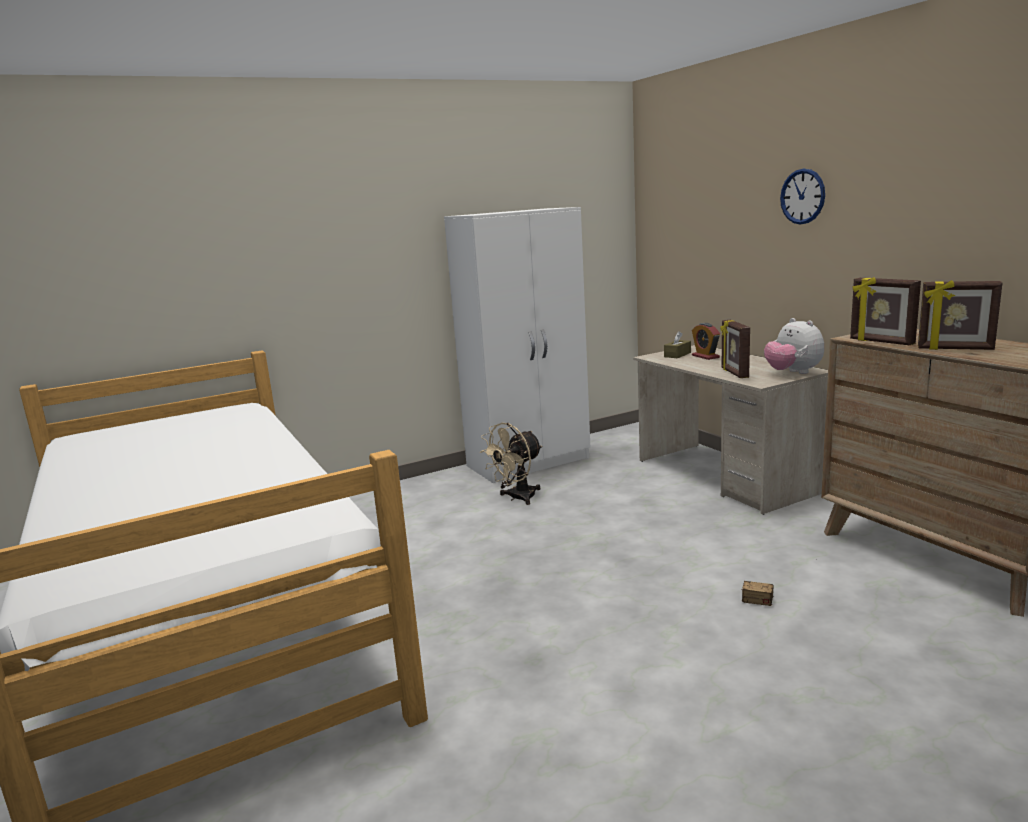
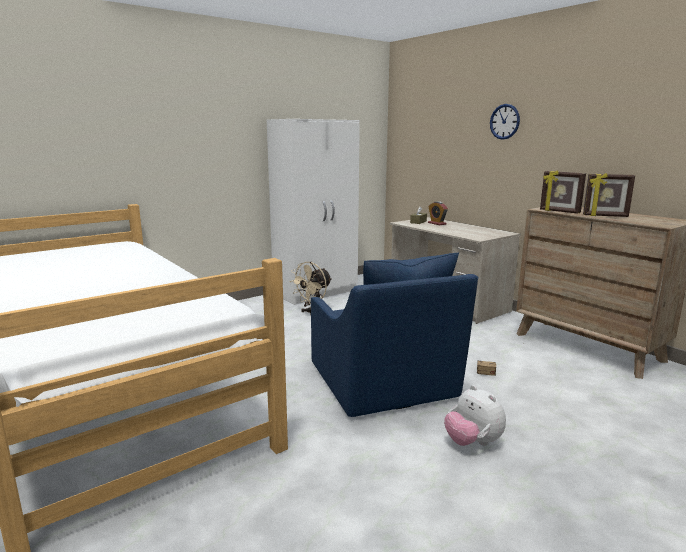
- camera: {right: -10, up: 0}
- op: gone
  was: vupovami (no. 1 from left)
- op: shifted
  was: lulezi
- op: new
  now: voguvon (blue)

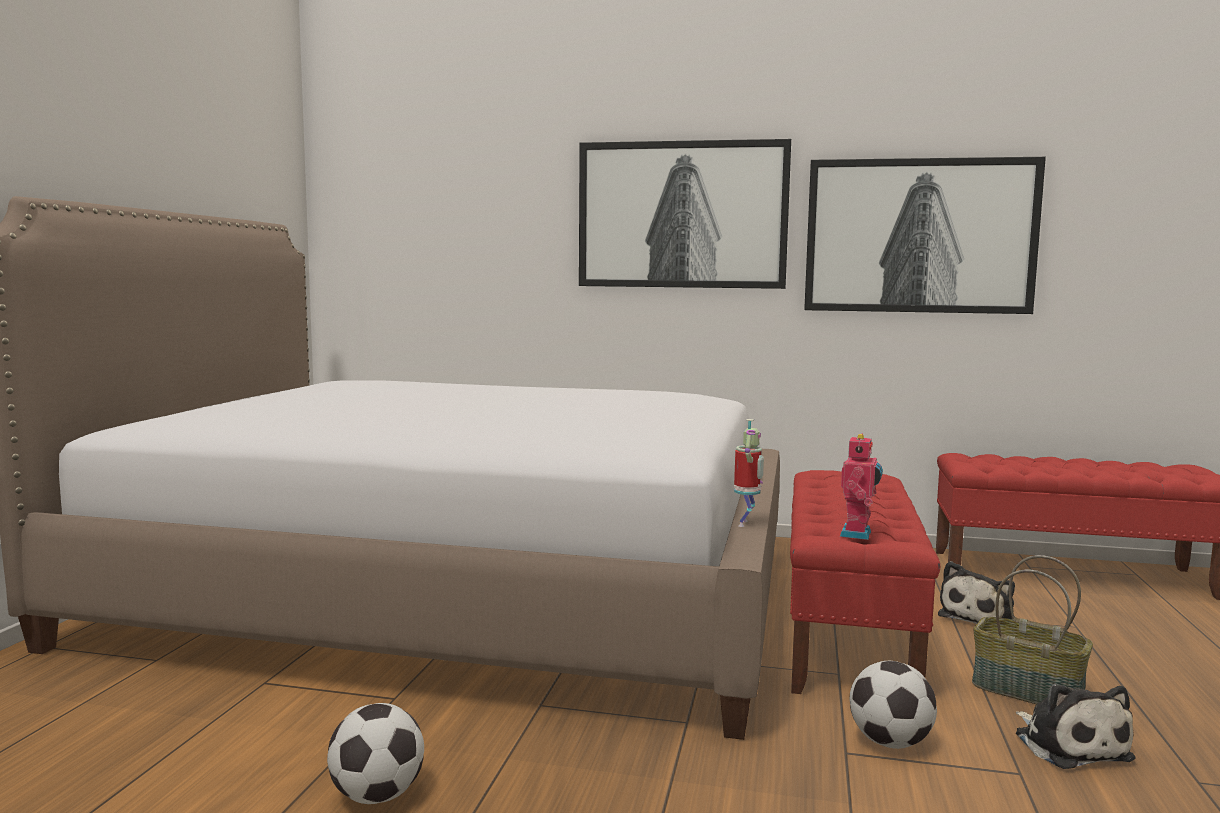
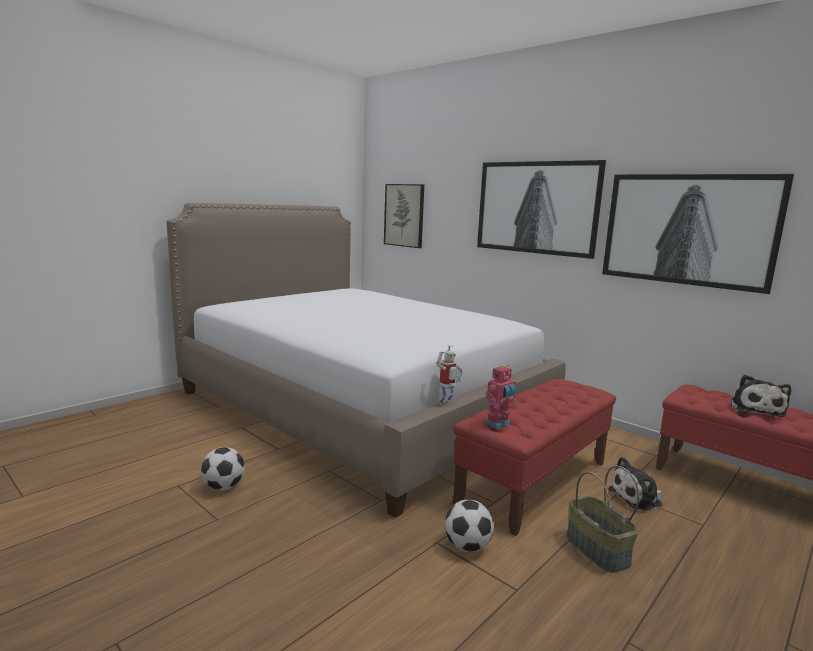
- camera: {right: 30, up: 5}
- op: shifted
  was: lulezi (no. 2 from left)
- op: new
  now: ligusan (no. 1 from left)

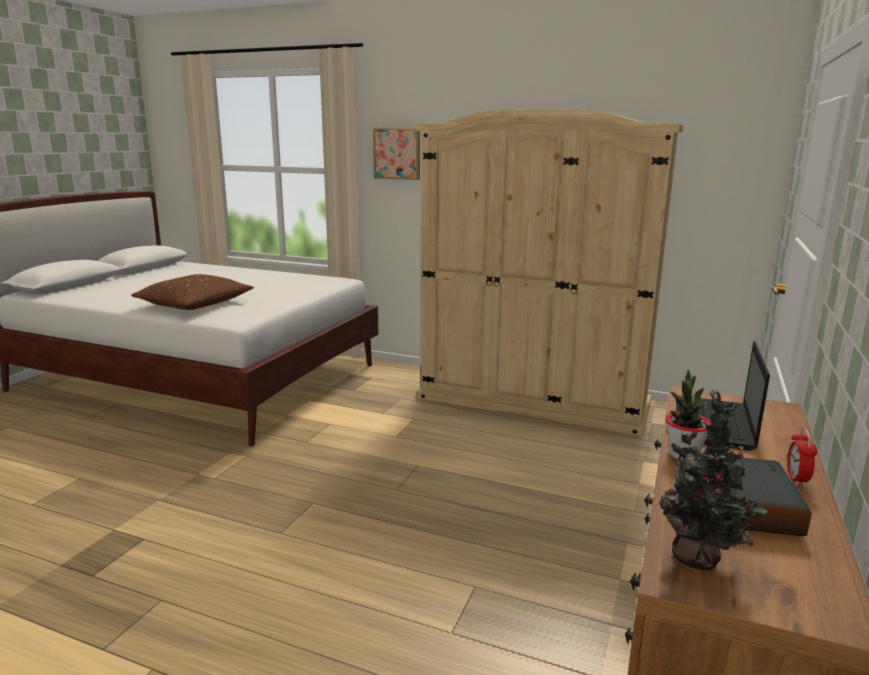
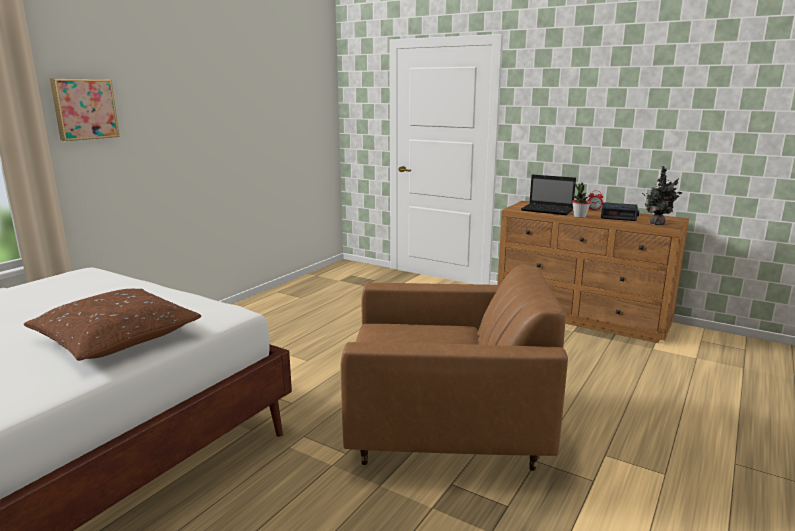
- camera: {right: -80, up: 0}
- op: gone
  was: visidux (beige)
- op: new
  now: voguvon (brown)

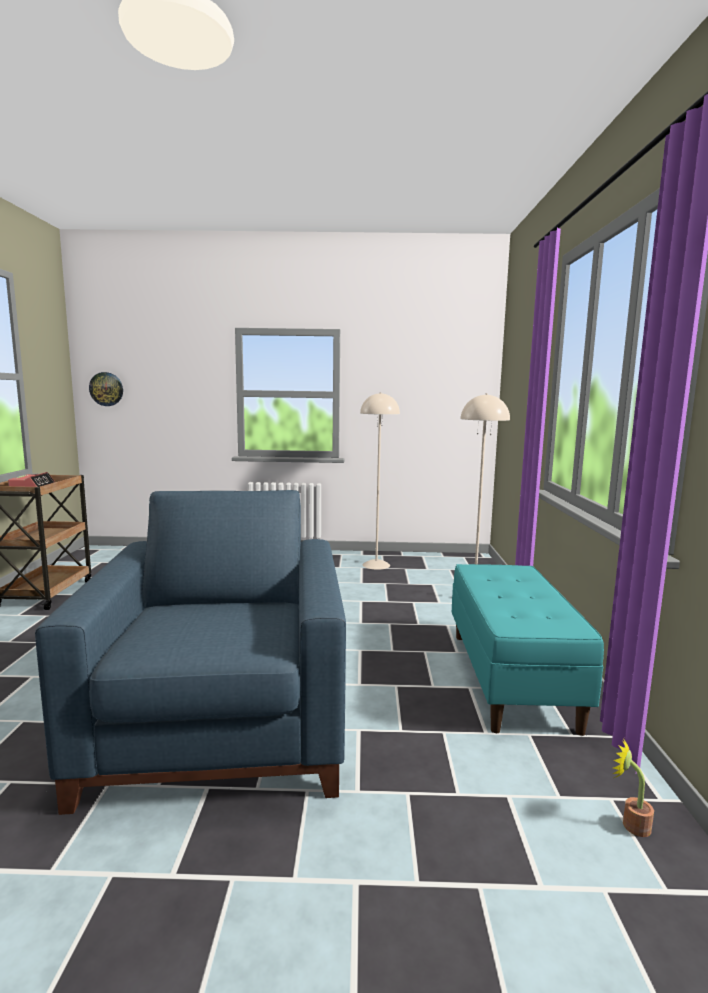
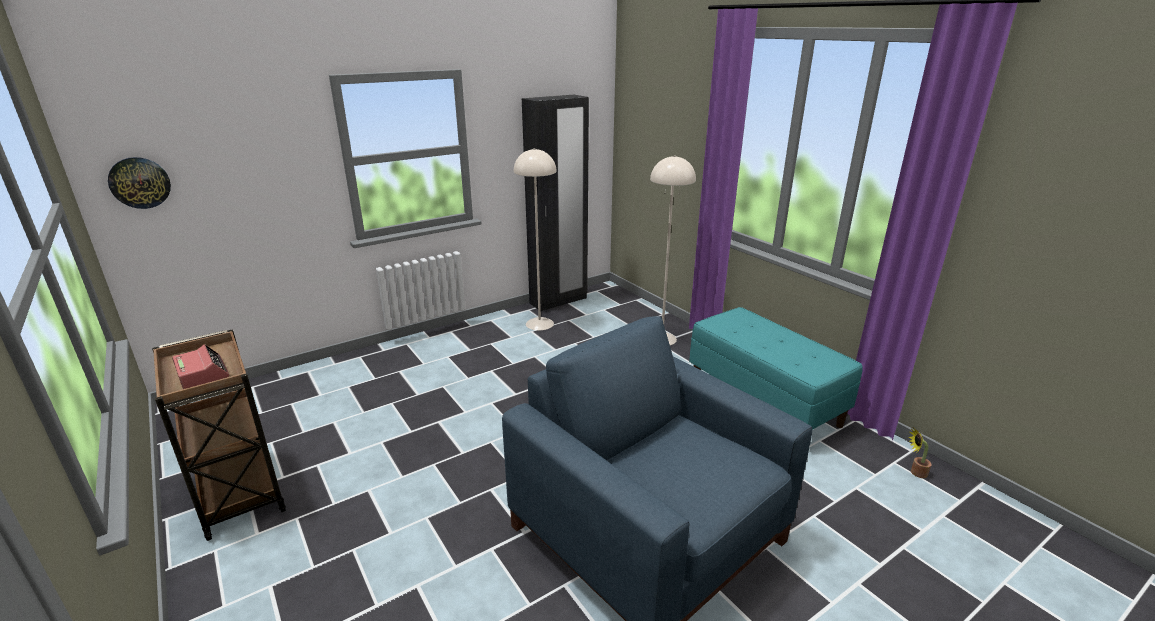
- camera: {right: -35, up: 15}
- op: new
  now: visidux (black)

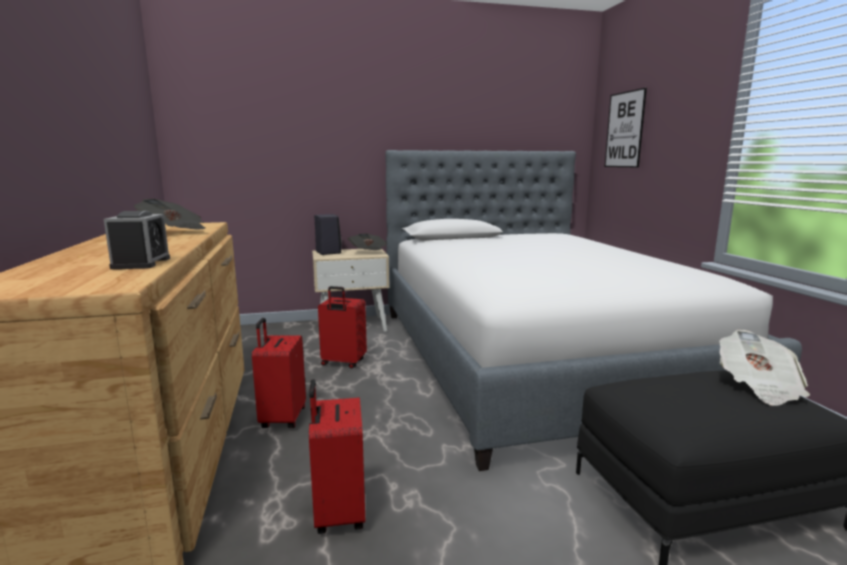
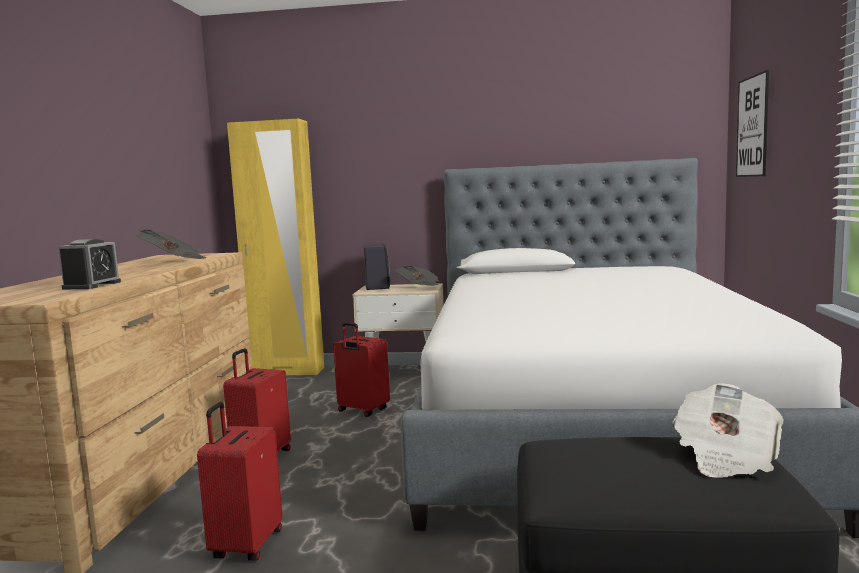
- camera: {right: 20, up: -5}
- op: new
  now: visidux (yellow)

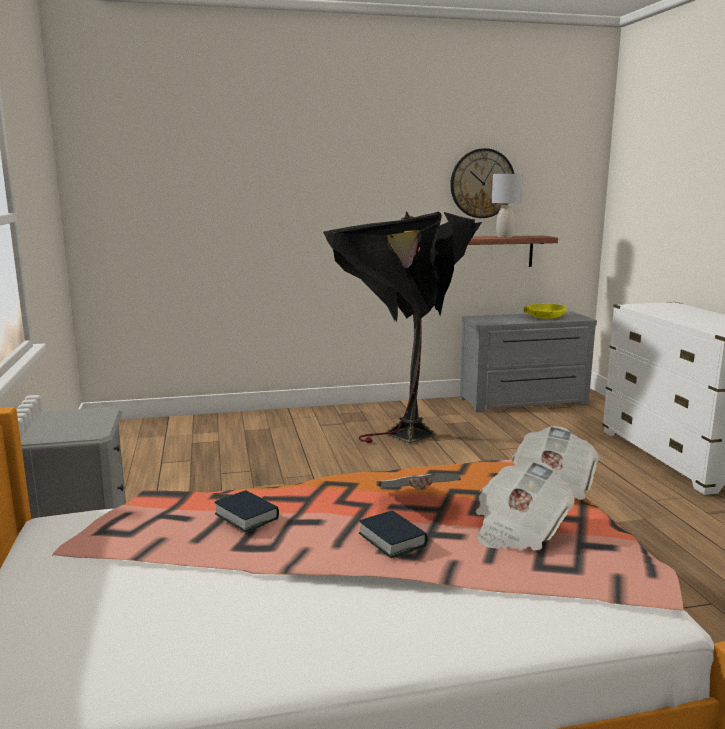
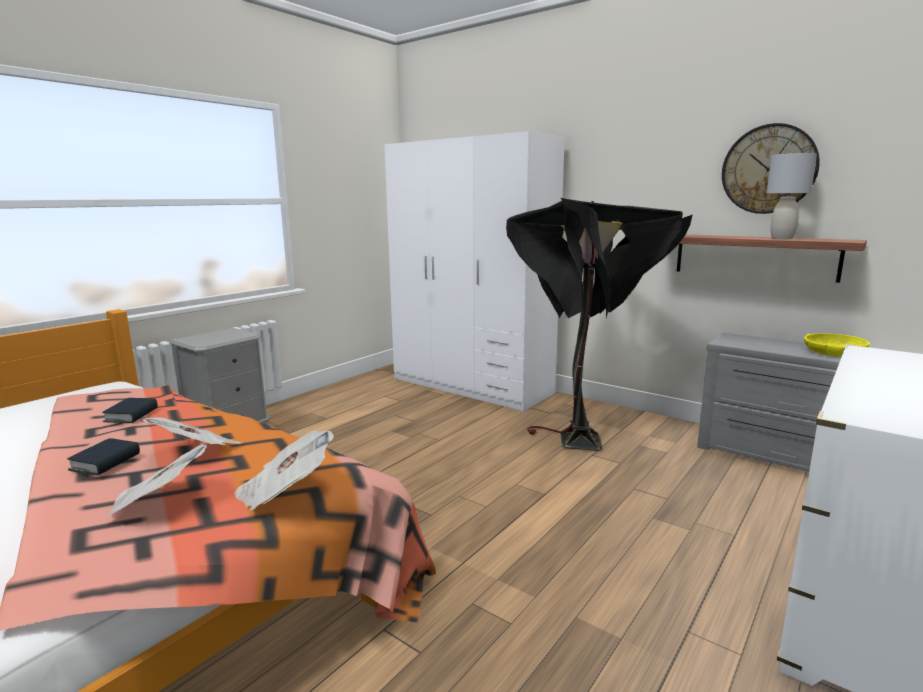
- camera: {right: 50, up: 0}
- op: new
  now: visidux (white)

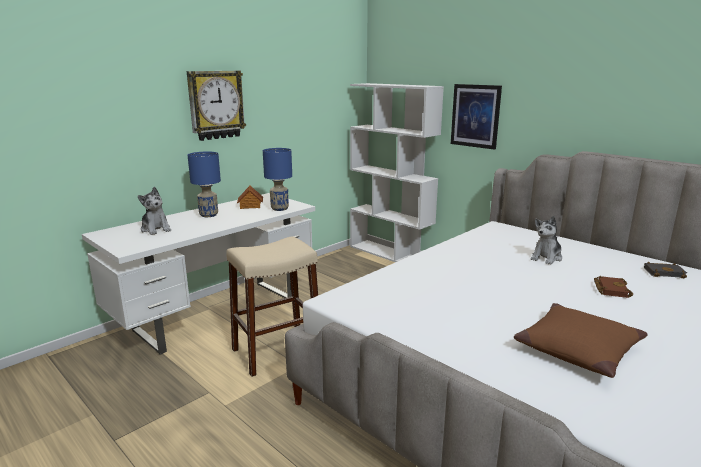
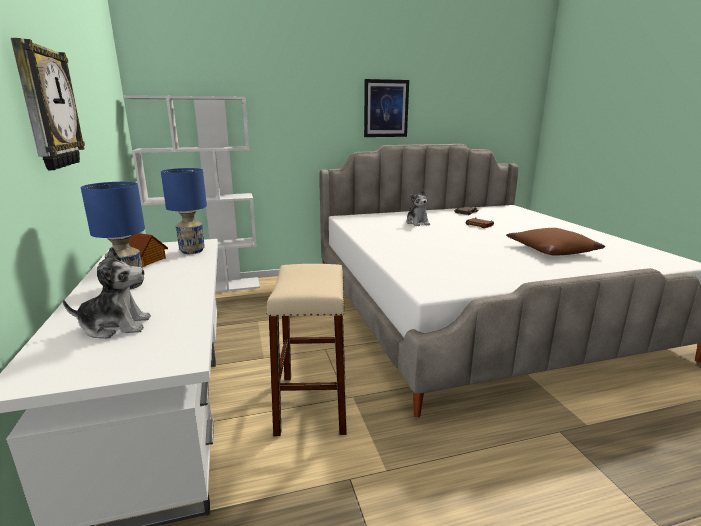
- camera: {right: -60, up: 0}
- op: shifted
  was: ligusan

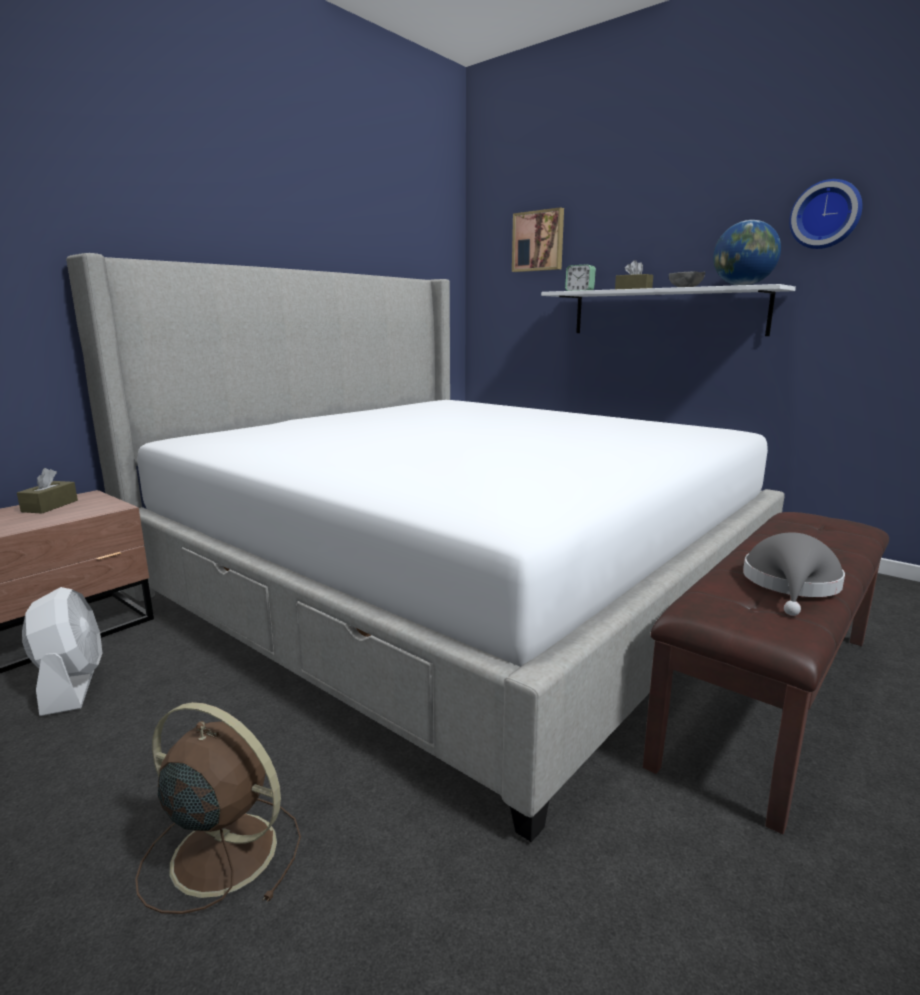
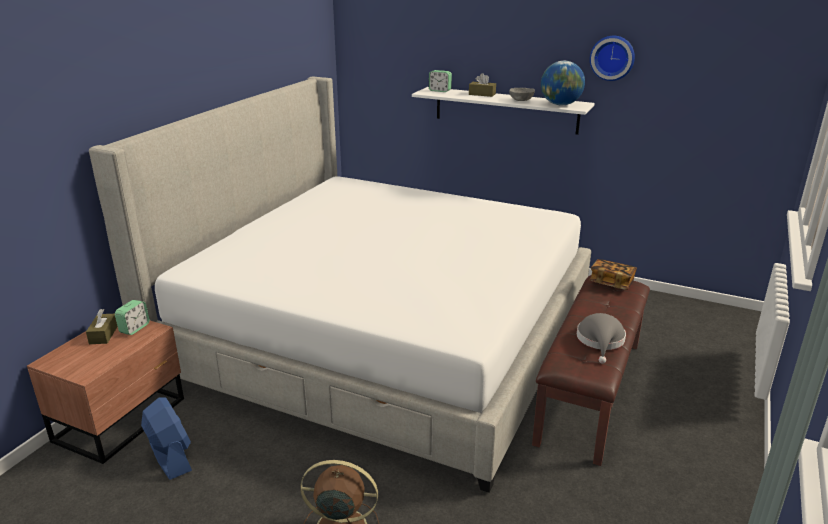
- camera: {right: -15, up: 10}
- op: repainted
  was: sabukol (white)
  now: sabukol (blue)
- op: gone
  was: ligusan
- op: new
  now: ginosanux (no. 1 from left)
- op: new
  now: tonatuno

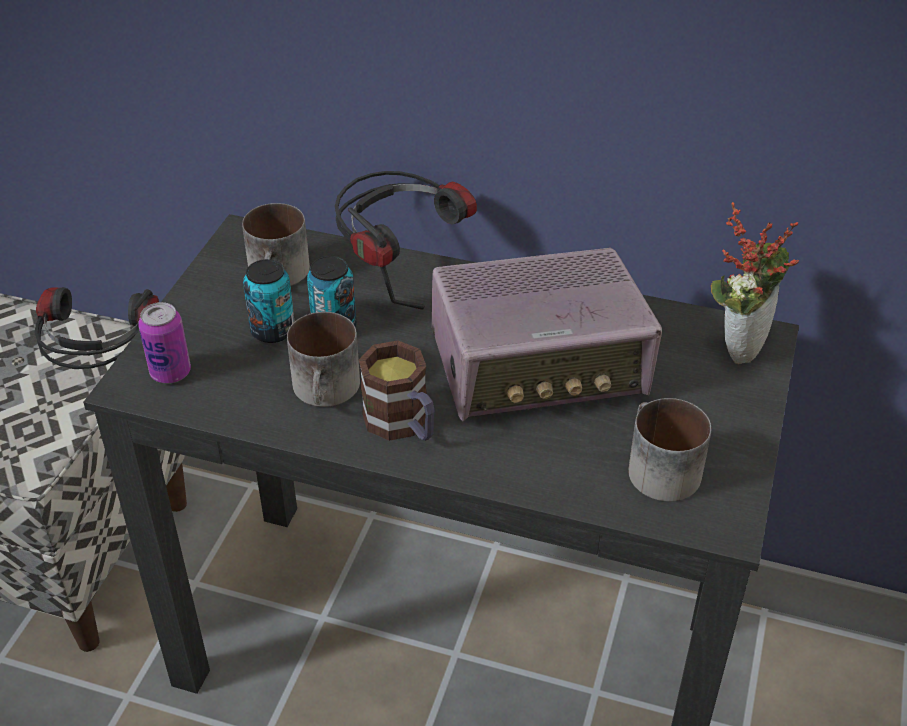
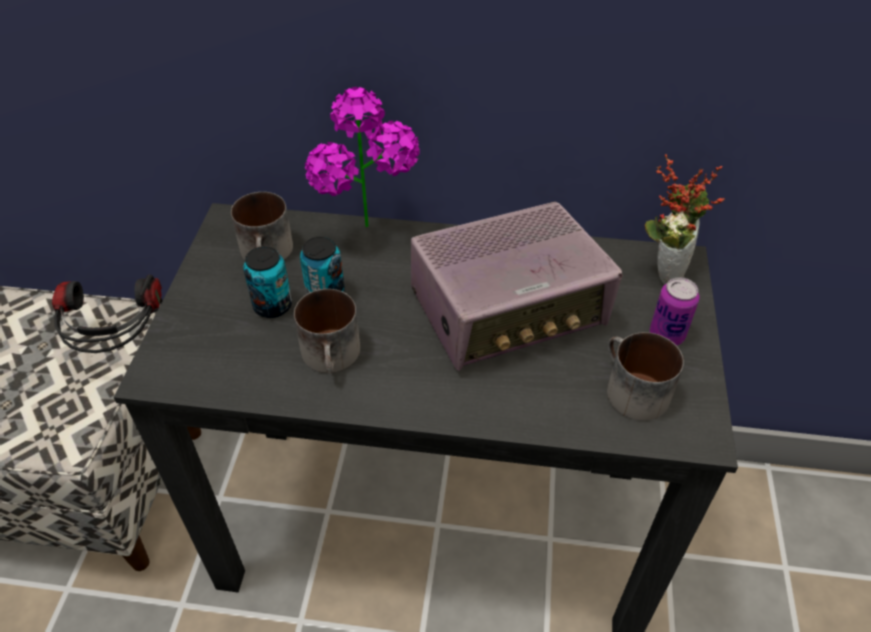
- camera: {right: -10, up: 5}
- op: shifted
  was: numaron (no. 1 from left in the first image)
  now: numaron (no. 3 from left)
- op: swapped
  was: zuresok (no. 2 from left)
  now: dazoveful (no. 1 from left)
- op: gone
  was: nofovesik (no. 3 from left)

